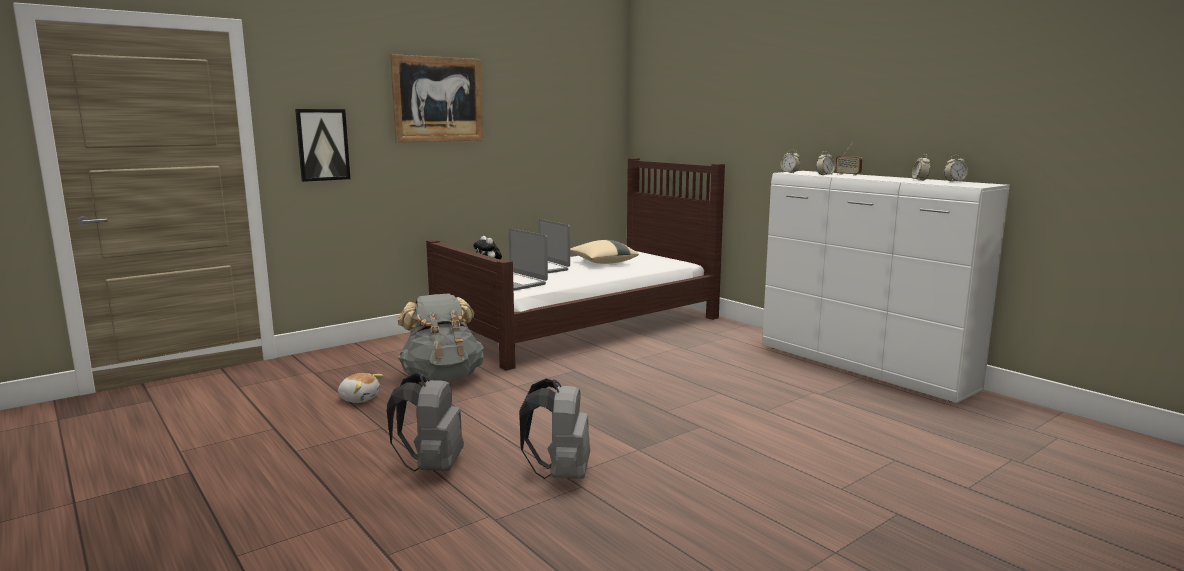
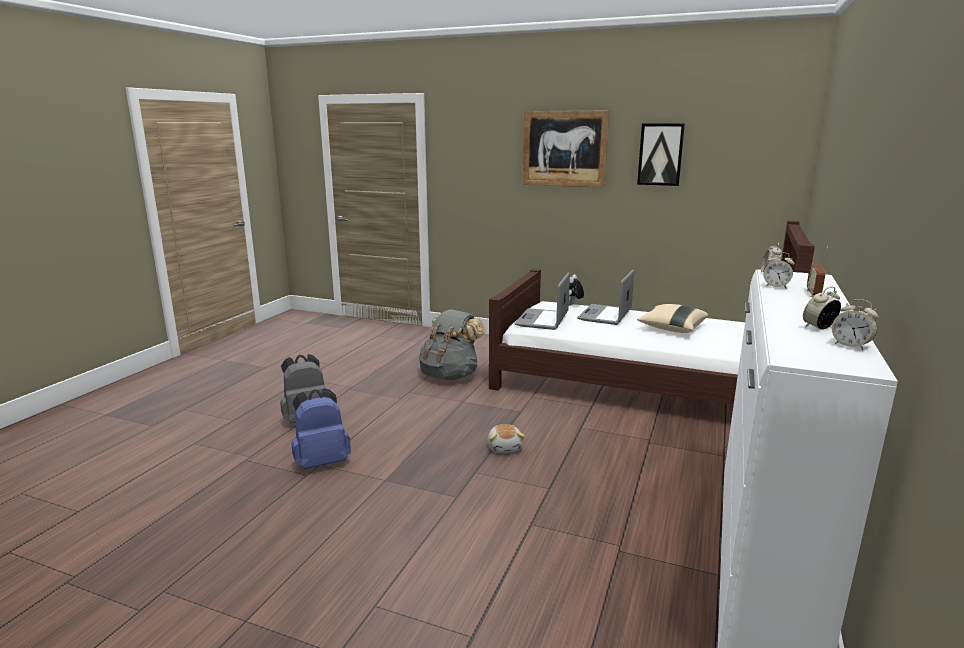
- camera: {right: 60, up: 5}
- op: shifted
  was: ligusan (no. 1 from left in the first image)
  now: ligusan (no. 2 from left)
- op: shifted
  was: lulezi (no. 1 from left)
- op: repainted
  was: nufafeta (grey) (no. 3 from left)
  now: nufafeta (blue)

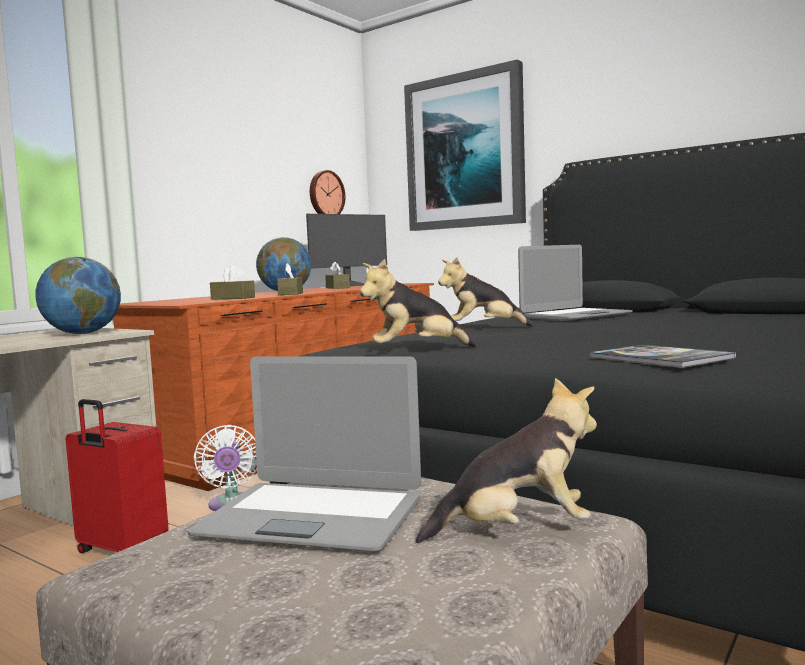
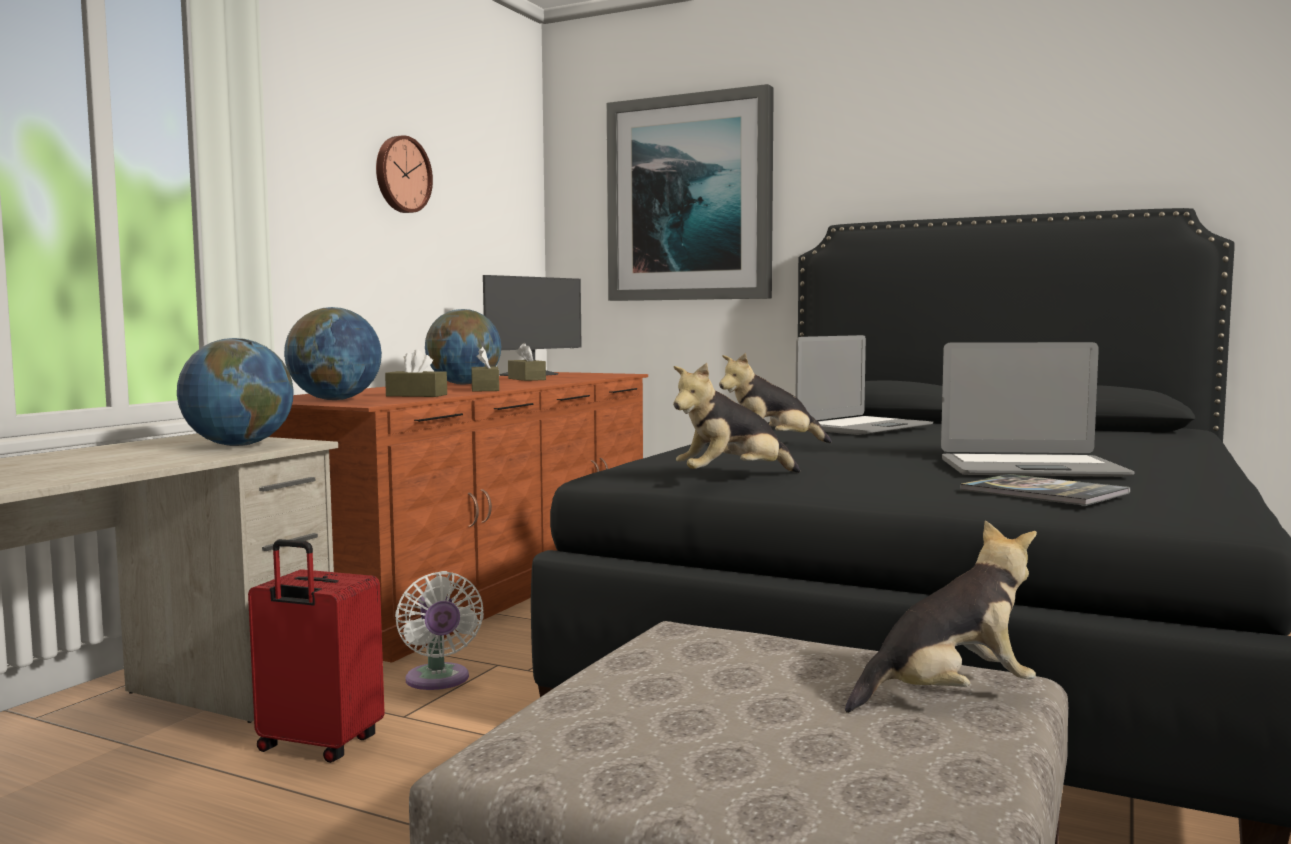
- camera: {right: -10, up: 0}
- op: shifted
  was: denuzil (no. 1 from left in the first image)
  now: denuzil (no. 2 from left)
- op: shifted
  was: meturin
- op: new
  now: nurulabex (no. 2 from left)

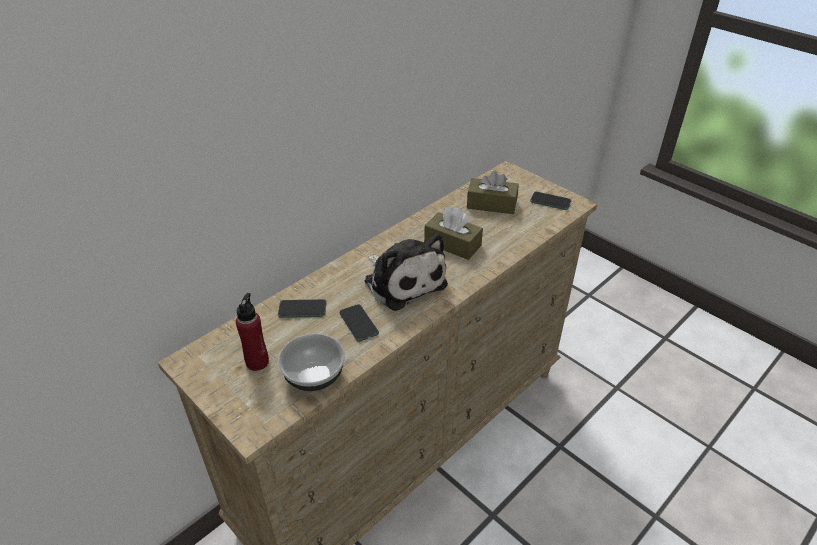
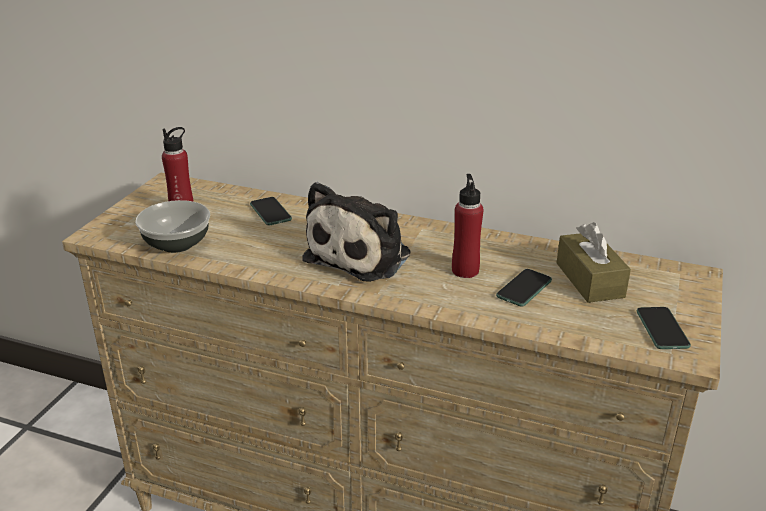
- camera: {right: 65, up: -10}
- op: shifted
  was: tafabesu (no. 2 from left)
- op: swapped
  was: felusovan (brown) (no. 1 from left)
  now: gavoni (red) (no. 2 from left)

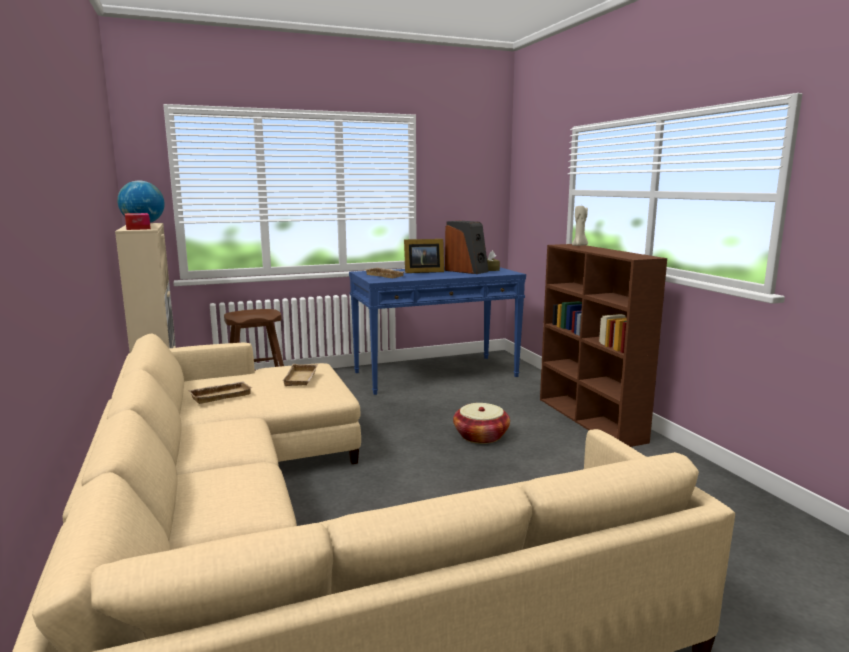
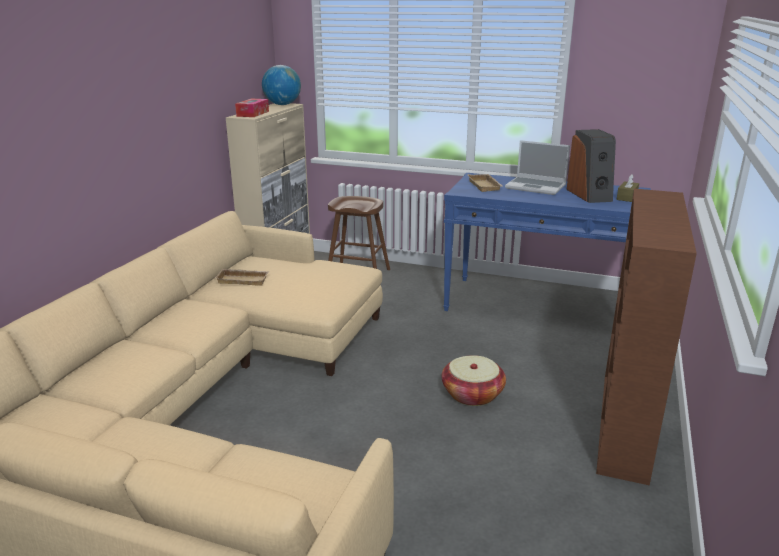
- camera: {right: 40, up: 10}
- op: gone
  was: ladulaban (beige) (no. 2 from left)
- op: swapped
  was: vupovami
  now: denuzil
- op: gone
  was: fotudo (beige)

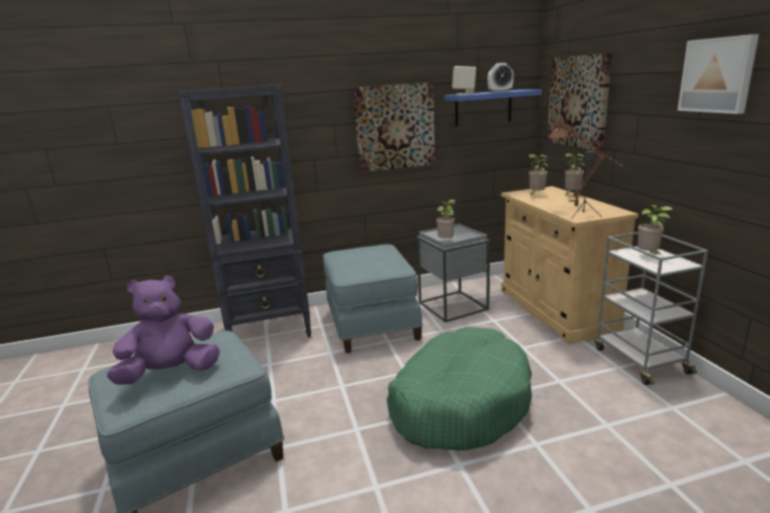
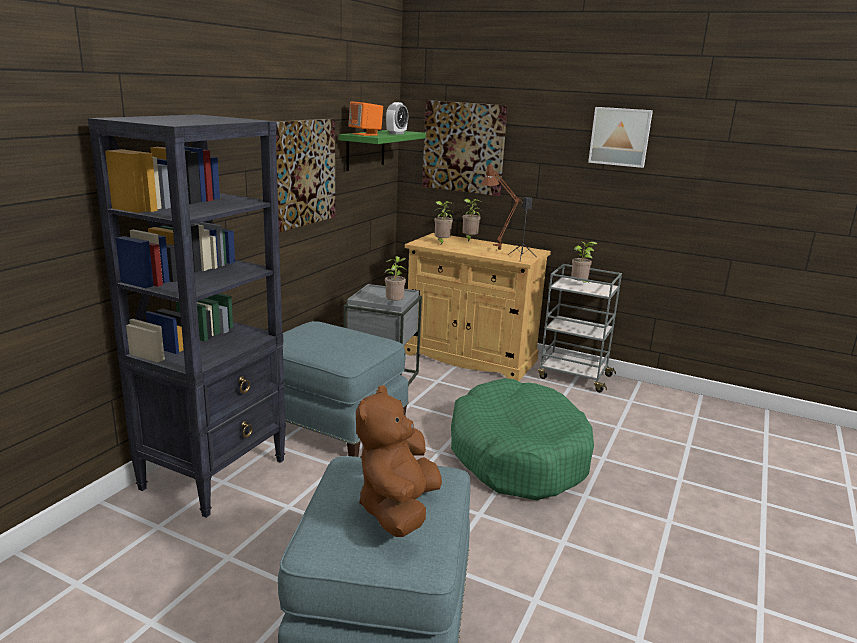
- camera: {right: -50, up: 0}
- op: repainted
  was: lulezi (purple)
  now: lulezi (brown)
- op: repainted
  was: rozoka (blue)
  now: rozoka (green)
- op: repainted
  was: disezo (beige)
  now: disezo (orange)

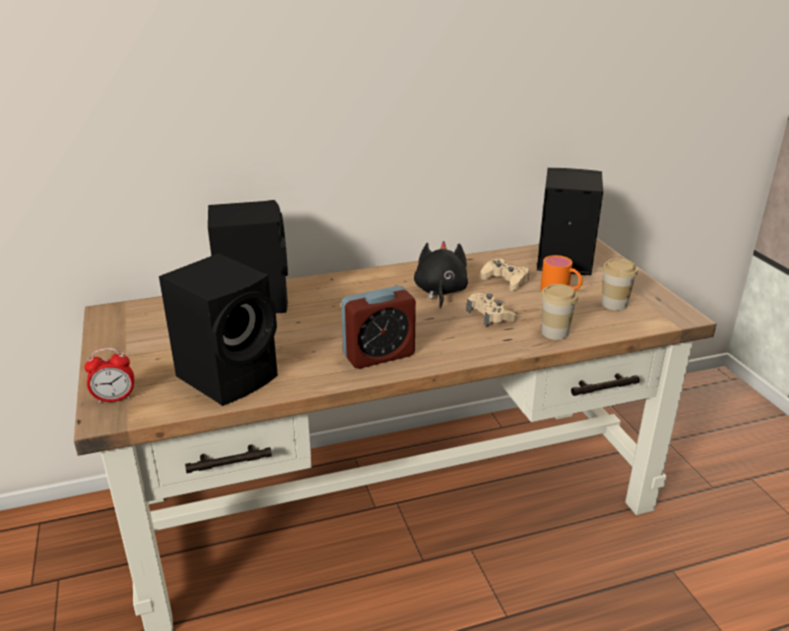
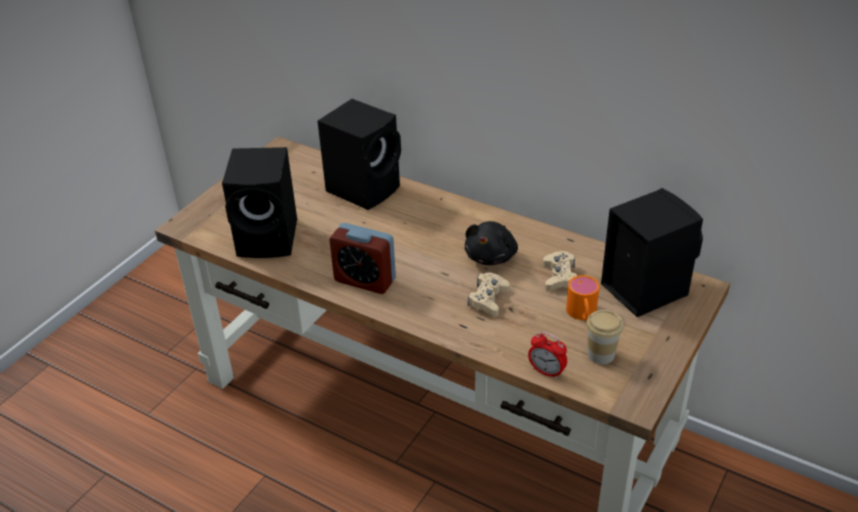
- camera: {right: 50, up: 10}
- op: shifted
  was: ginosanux (no. 1 from left in the first image)
  now: ginosanux (no. 2 from left)
- op: rotated
  was: lulezi (black)
  clockwise: 150
- op: gone
  was: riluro (no. 1 from left)

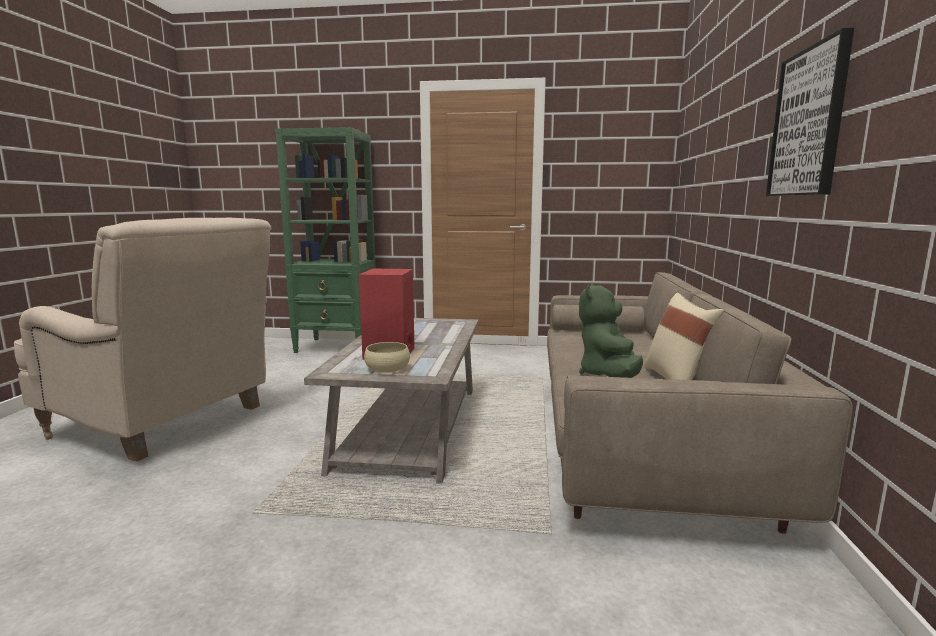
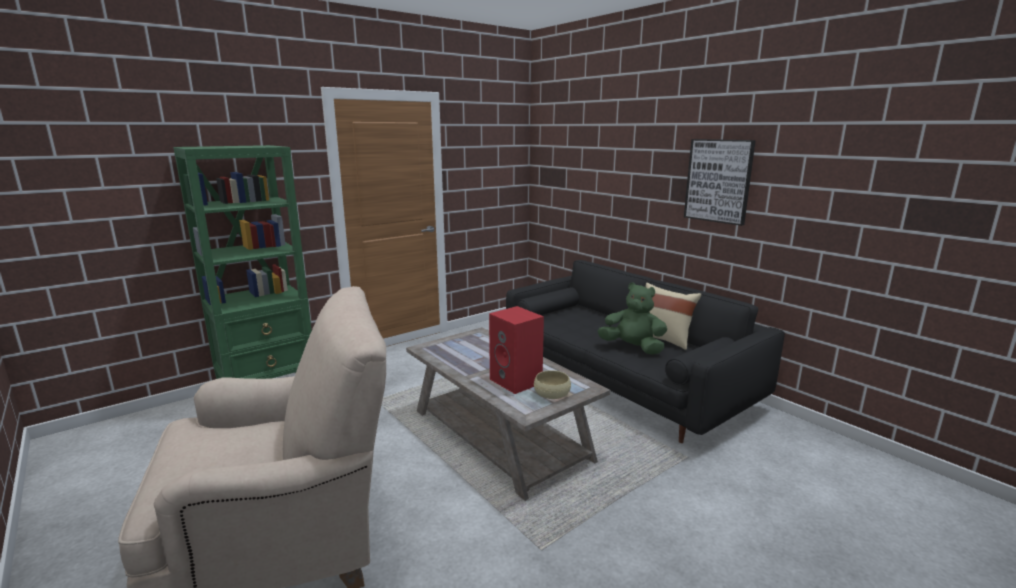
- camera: {right: -45, up: 5}
- op: repainted
  was: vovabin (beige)
  now: vovabin (black)
- op: rotated
  was: lulezi (green)
  clockwise: 150

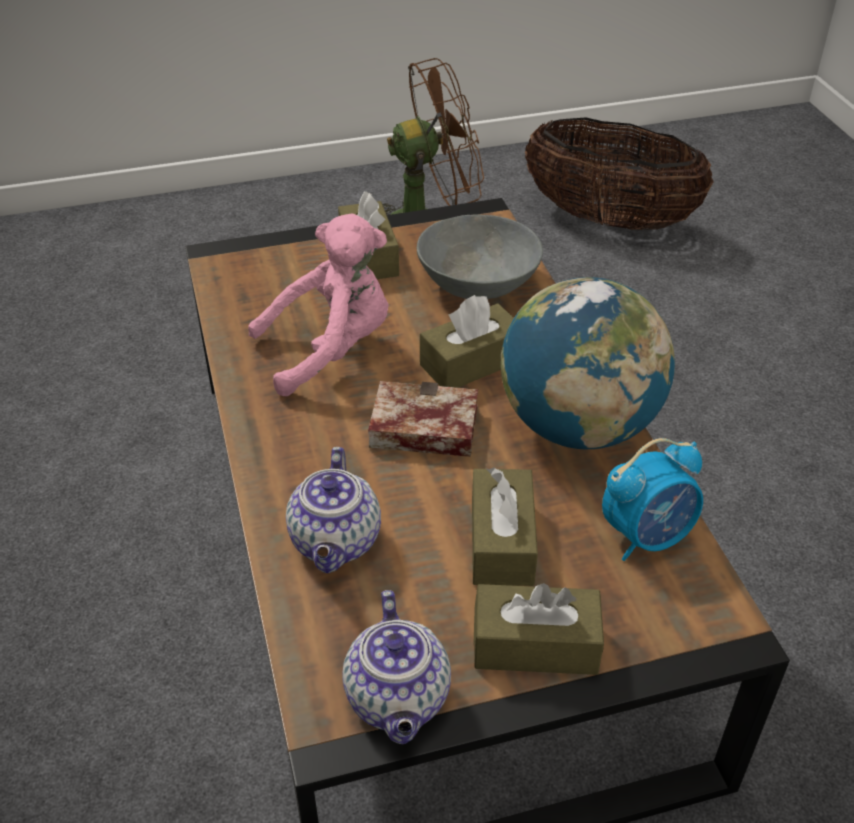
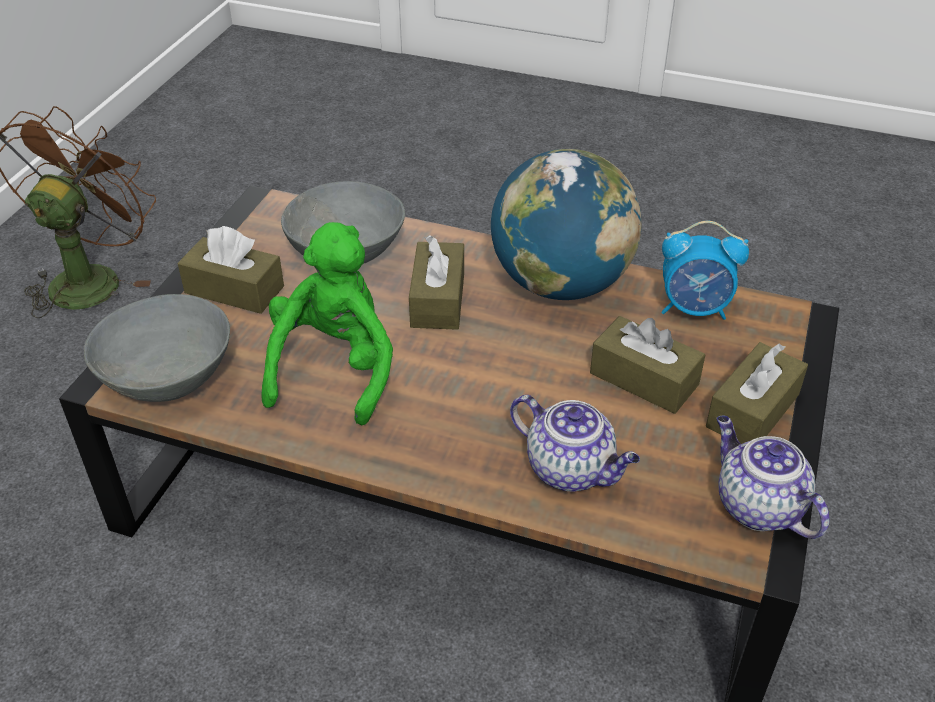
- camera: {right: -55, up: 0}
- op: repainted
  was: lulezi (pink)
  now: lulezi (green)
- op: rotated
  was: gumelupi (no. 2 from left)
  clockwise: -150
- op: gone
  was: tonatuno
- op: gone
  was: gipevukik
- op: rotated
  was: ginosanux
  clockwise: 90
- op: new
  now: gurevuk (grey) (no. 1 from left)

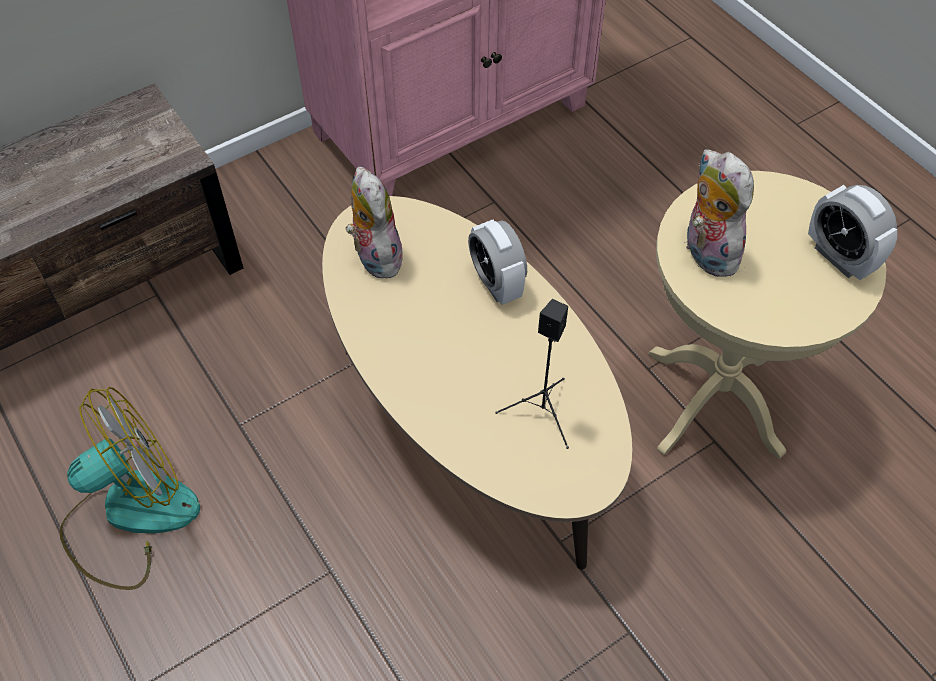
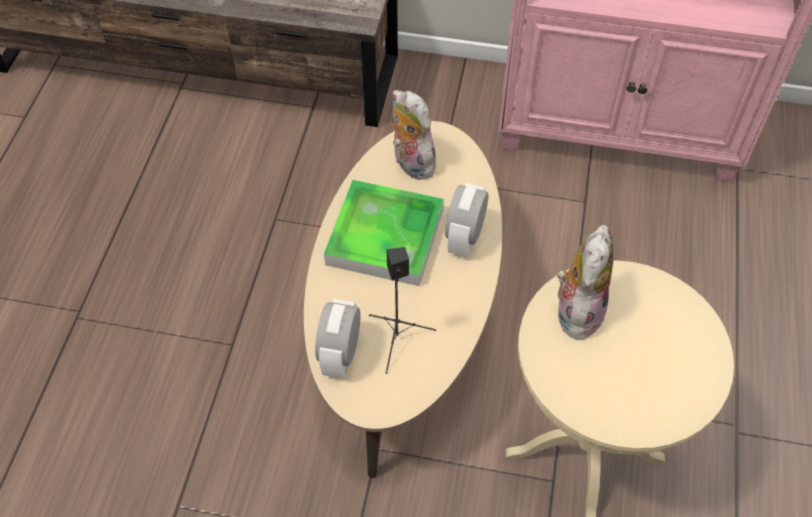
- camera: {right: 45, up: 0}
- op: gone
  was: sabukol
- op: rotated
  was: lulezi (no. 1 from left)
  clockwise: -60
- op: shifted
  was: ginosanux (no. 2 from left in the first image)
  now: ginosanux (no. 1 from left)
- op: new
  now: ladulaban

